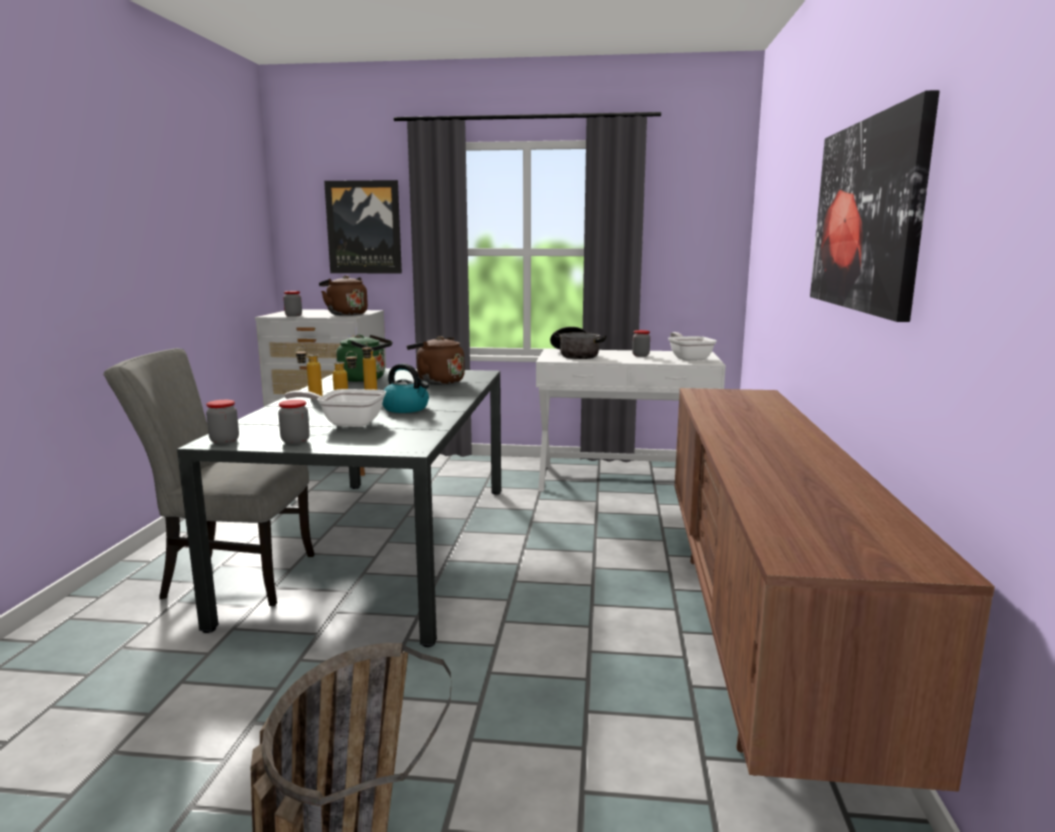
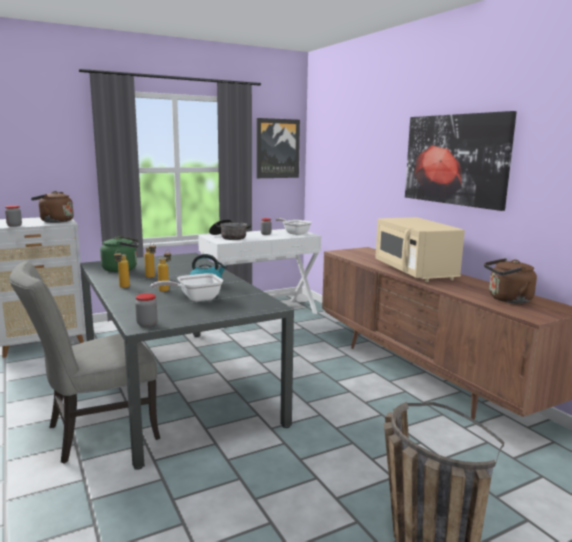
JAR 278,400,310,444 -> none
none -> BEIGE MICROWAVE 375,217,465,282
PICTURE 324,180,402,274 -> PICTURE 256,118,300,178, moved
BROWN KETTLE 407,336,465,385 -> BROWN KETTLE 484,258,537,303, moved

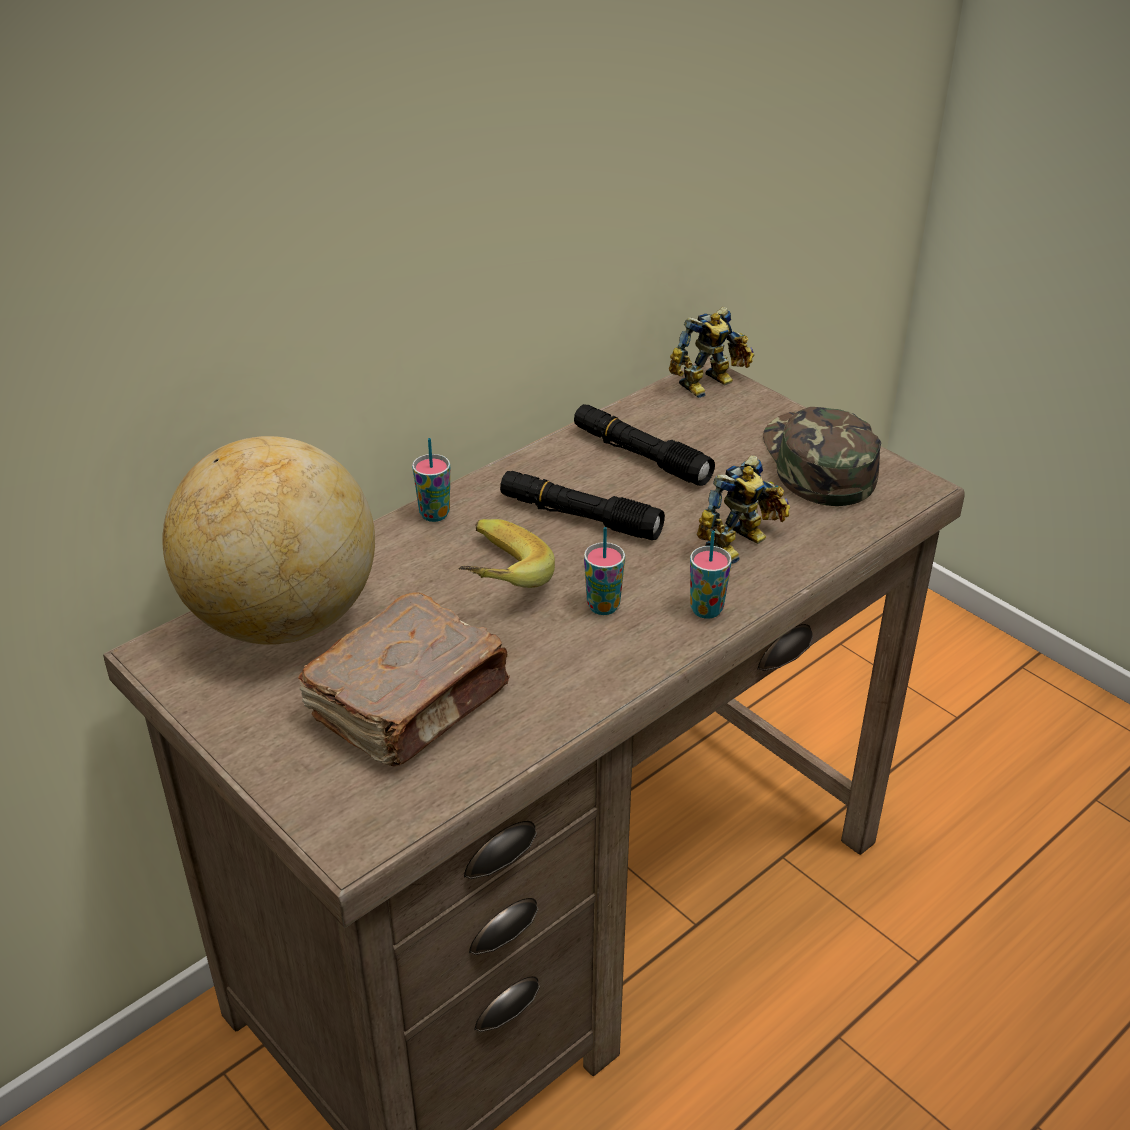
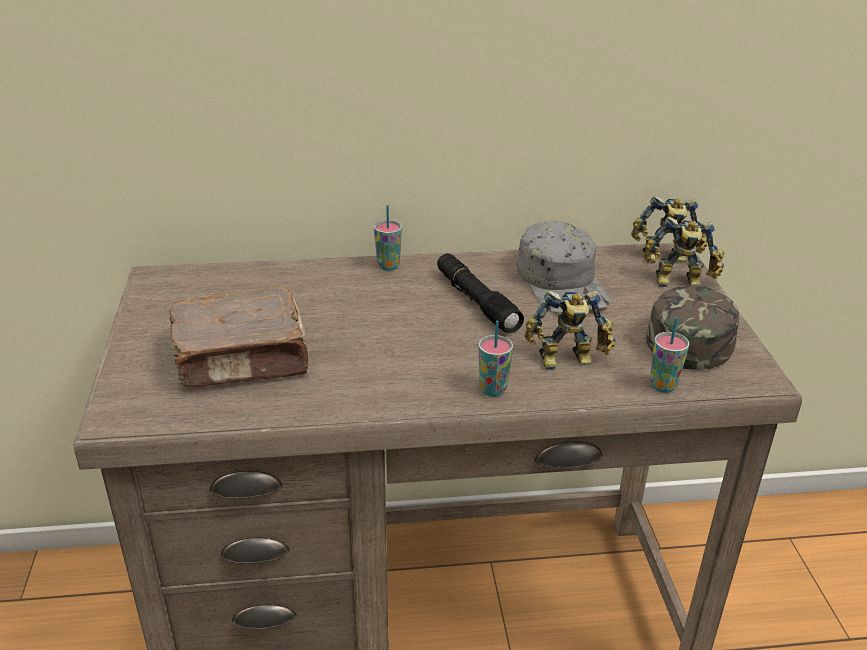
GLOBE 163,436,375,645 -> none
BANANA 459,519,555,588 -> none
none -> TOY ROBOT 644,217,724,287
CUP 584,527,625,615 -> CUP 650,317,689,393, moved
BLACK FLASHLIGHT 574,404,715,486 -> GREY CAP 517,221,610,313

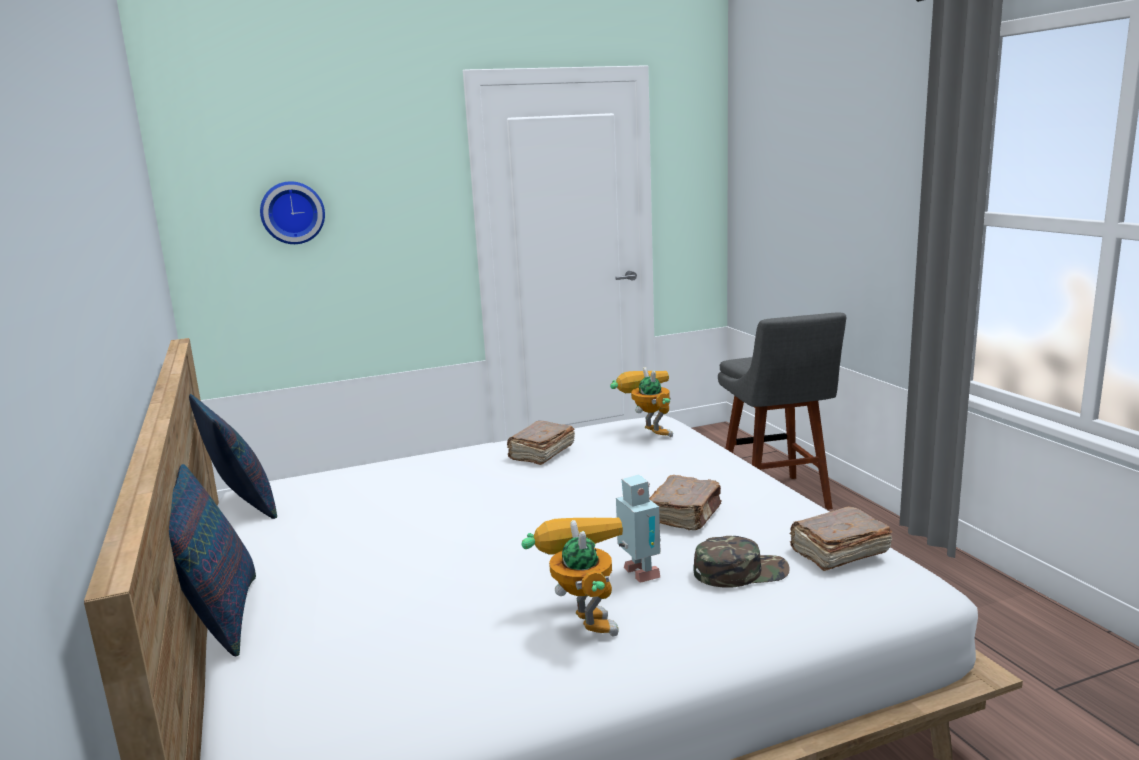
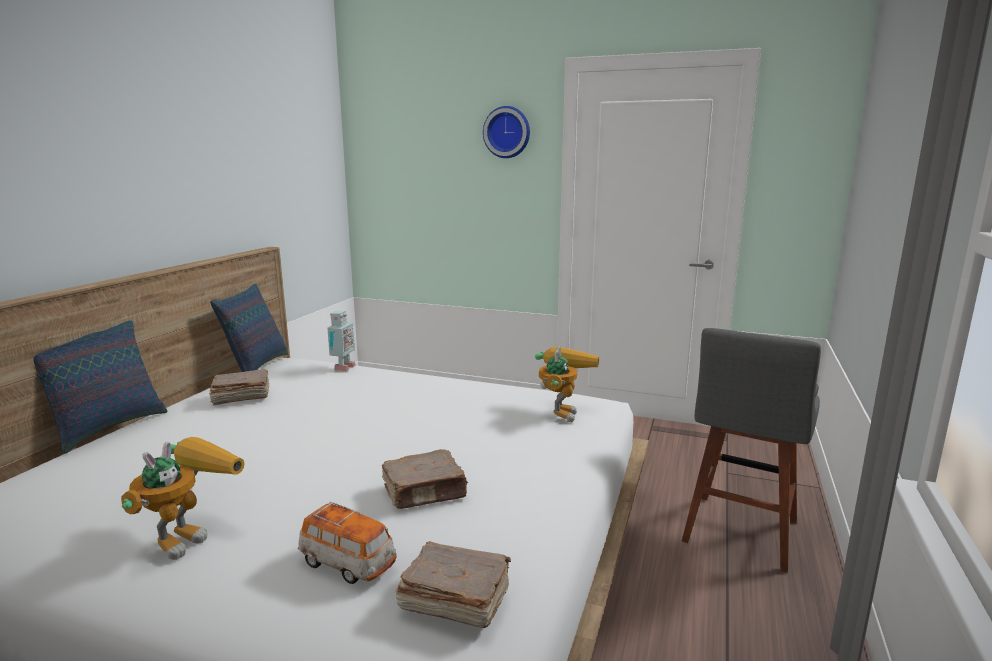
WALL CLOCK 260,181,325,244 -> WALL CLOCK 483,106,530,158, moved
BROWN BOOK 507,421,575,465 -> BROWN BOOK 209,369,269,405, moved
TOY ROBOT 616,475,661,583 -> TOY ROBOT 327,311,356,371, moved
GREEN CAP 693,536,789,588 -> TOY CAR 298,502,397,584

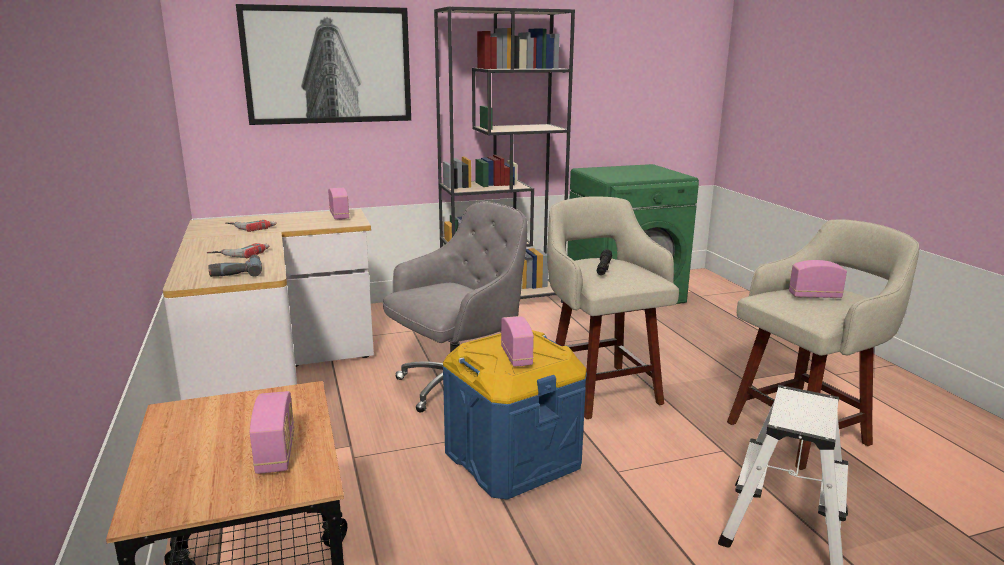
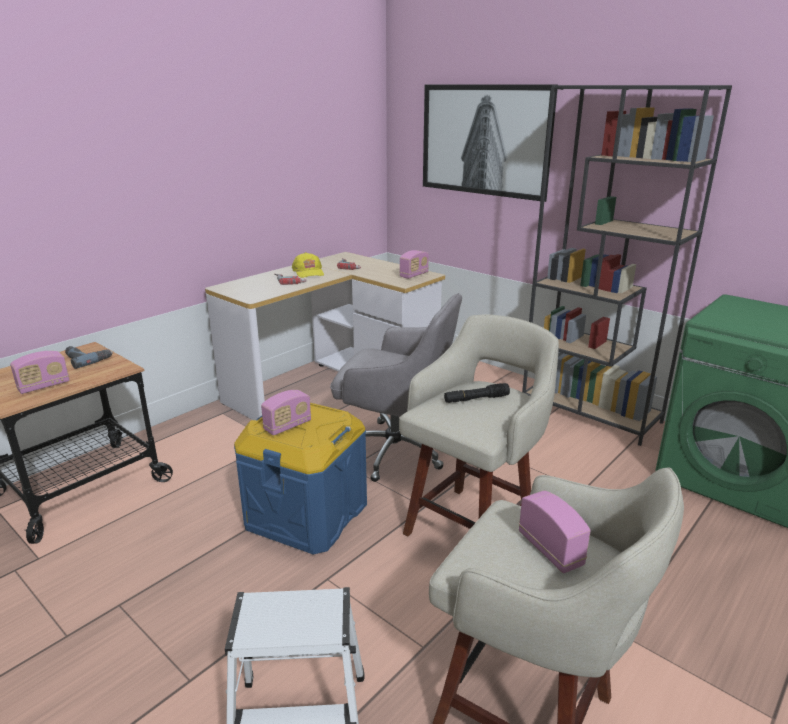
none -> YELLOW CAP 292,252,324,278
POWER DRILL 209,255,262,277 -> POWER DRILL 65,346,113,369, moved

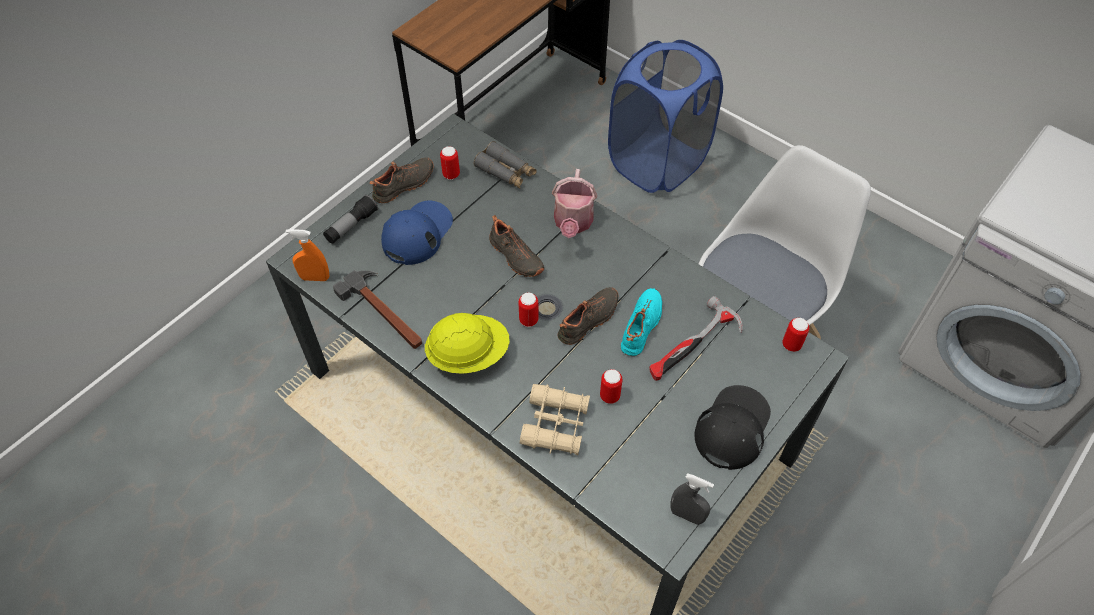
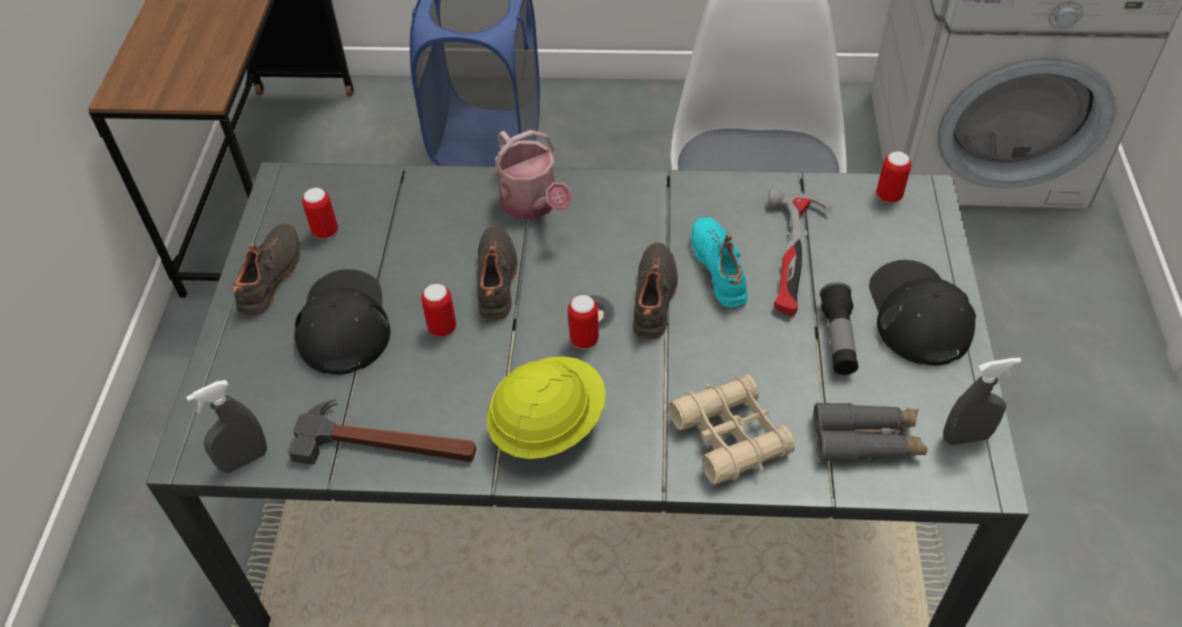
FLASHLIGHT 323,195,378,244 -> FLASHLIGHT 820,282,858,375, moved
GREY BINOCULARS 473,141,537,188 -> GREY BINOCULARS 814,402,928,462, moved
CAN 600,369,622,404 -> CAN 421,284,456,337, moved
ORANGE SPRAY BOTTLE 286,229,329,281 -> GREY SPRAY BOTTLE 186,380,267,473
BLUE CAP 381,201,453,265 -> BLACK CAP 294,269,390,375
BLACK SHOE 489,215,544,277 -> BLACK SHOE 477,226,518,320, 105 degrees counterclockwise

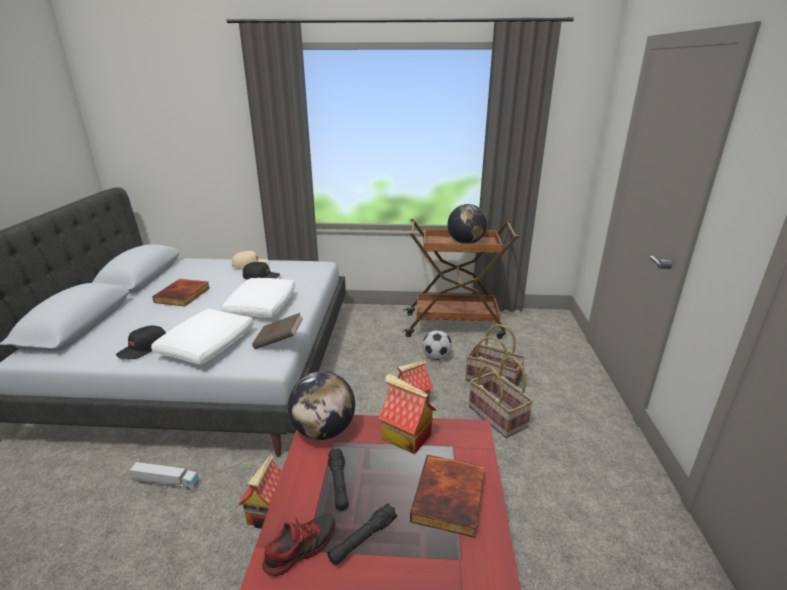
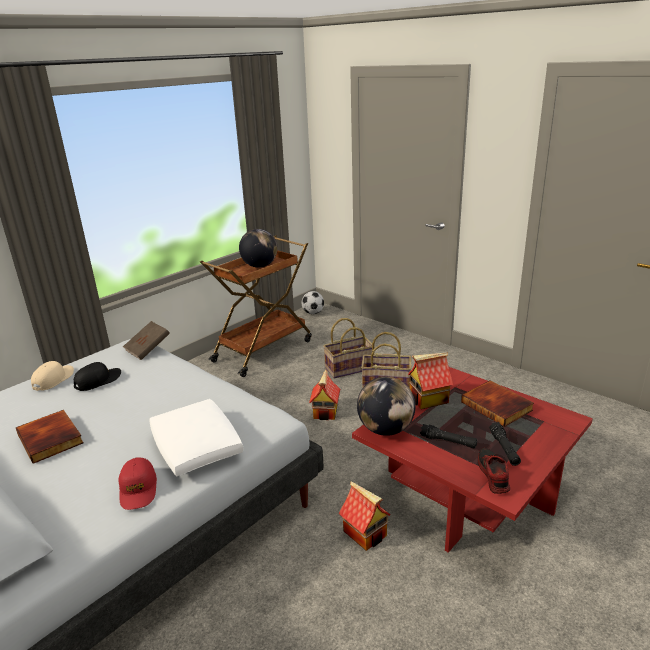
TOY TRUCK 129,462,200,491 -> none
WHITE PILLOW 222,278,295,317 -> none
BROWN BOOK 252,313,303,349 -> BROWN BOOK 123,321,170,360, moved
FOOTBALL 423,330,452,360 -> FOOTBALL 301,291,324,314, moved
BLACK CAP 116,325,166,359 -> RED CAP 118,458,157,510

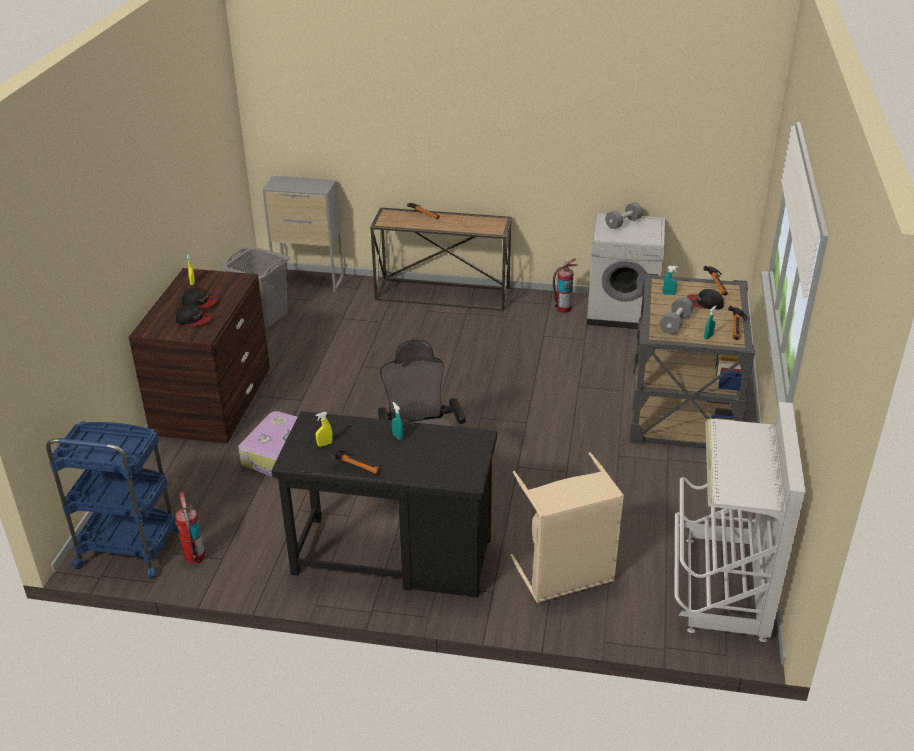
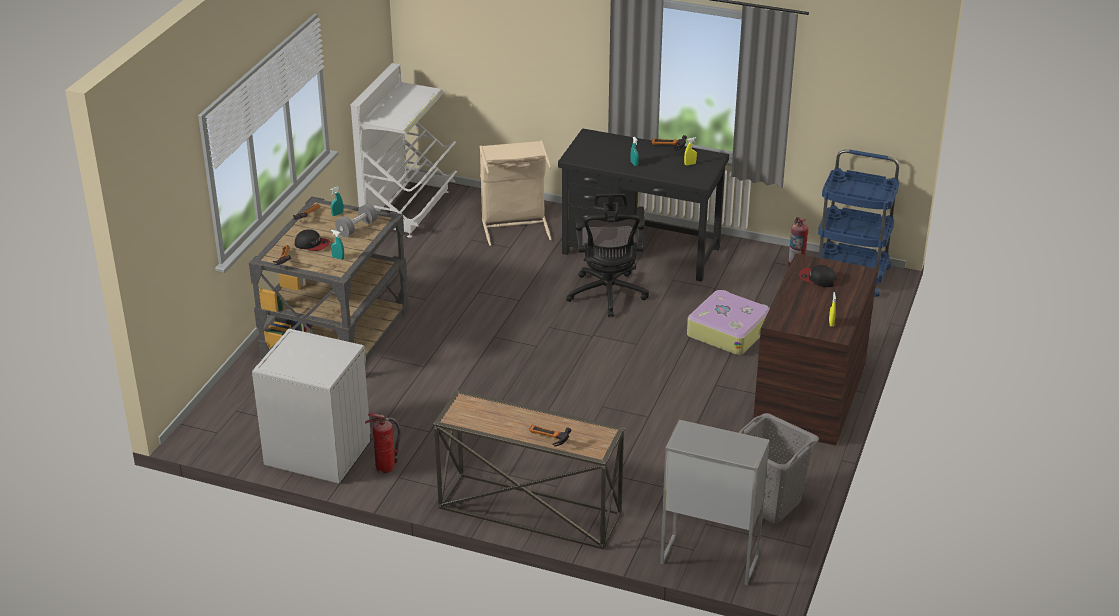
CAP 182,287,219,308 -> none
GREY DUMBBELL 605,202,643,229 -> none

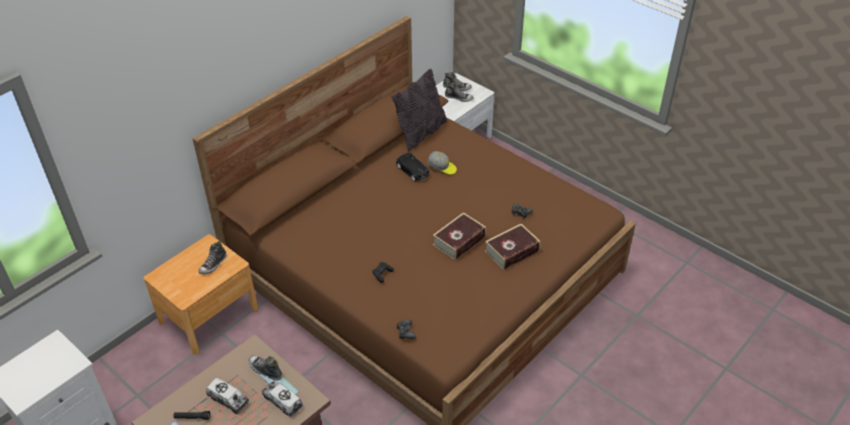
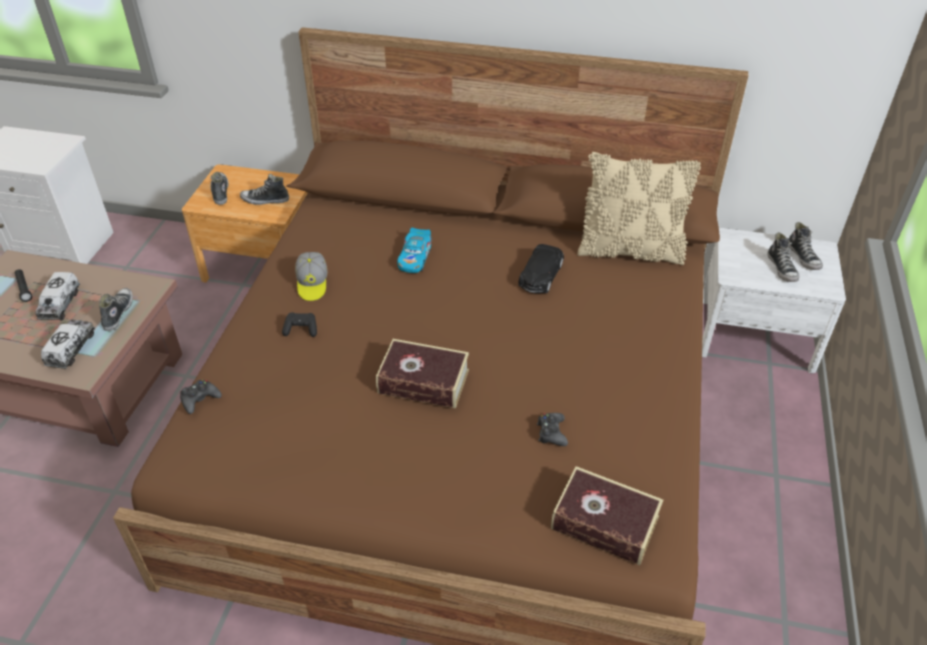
none -> SHOE 210,172,228,205
none -> TOY CAR 397,227,432,273
CAP 427,151,457,175 -> CAP 295,252,327,301, moved
BOOK 485,224,540,270 -> BOOK 551,466,663,565, moved
BLACK PILLOW 392,69,447,152 -> BEIGE PILLOW 577,152,701,265

